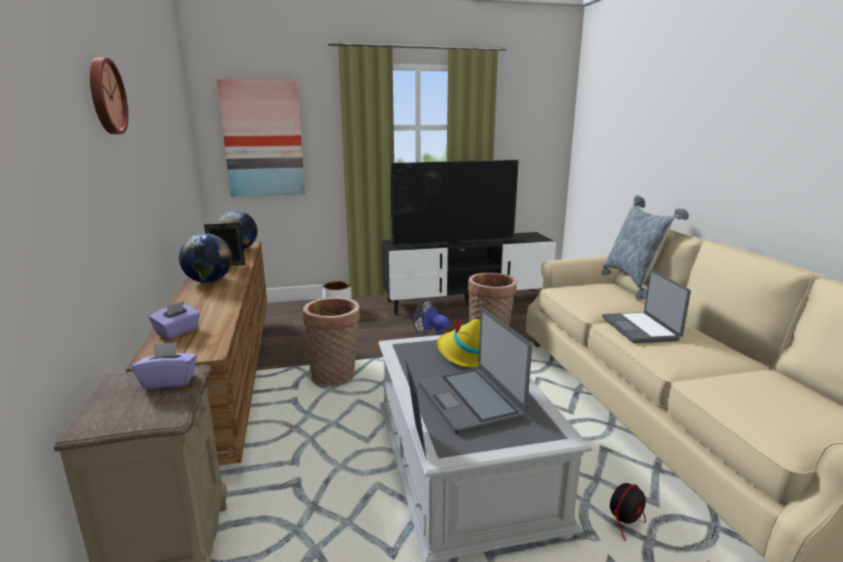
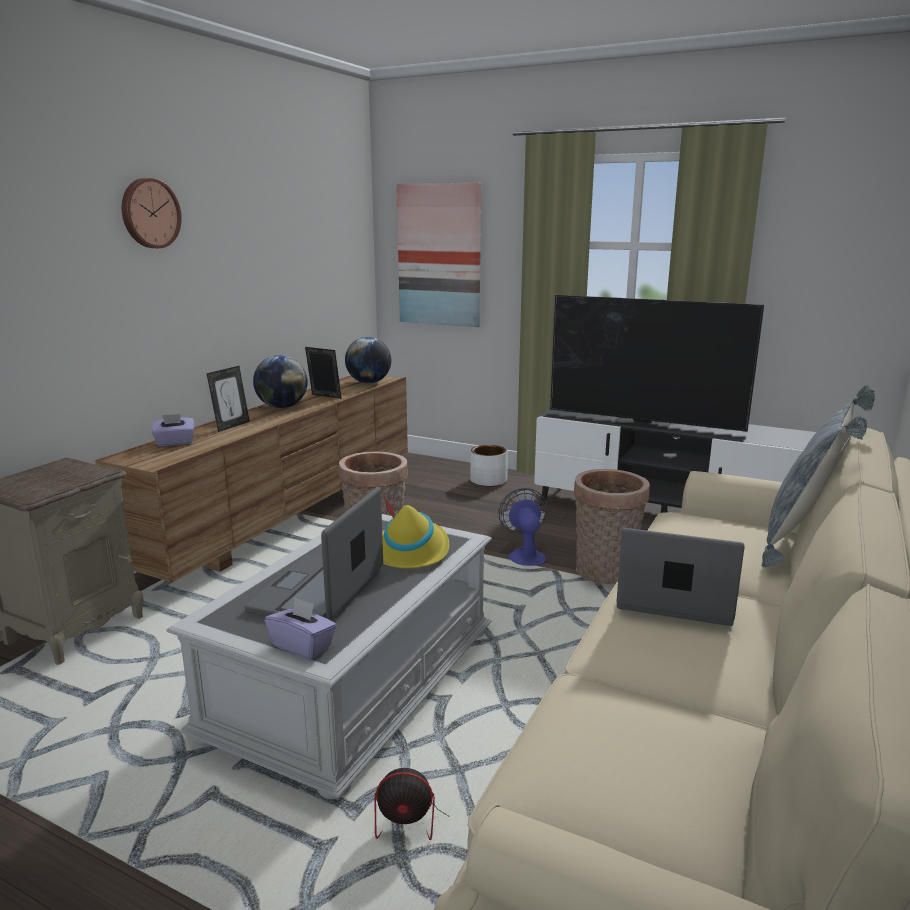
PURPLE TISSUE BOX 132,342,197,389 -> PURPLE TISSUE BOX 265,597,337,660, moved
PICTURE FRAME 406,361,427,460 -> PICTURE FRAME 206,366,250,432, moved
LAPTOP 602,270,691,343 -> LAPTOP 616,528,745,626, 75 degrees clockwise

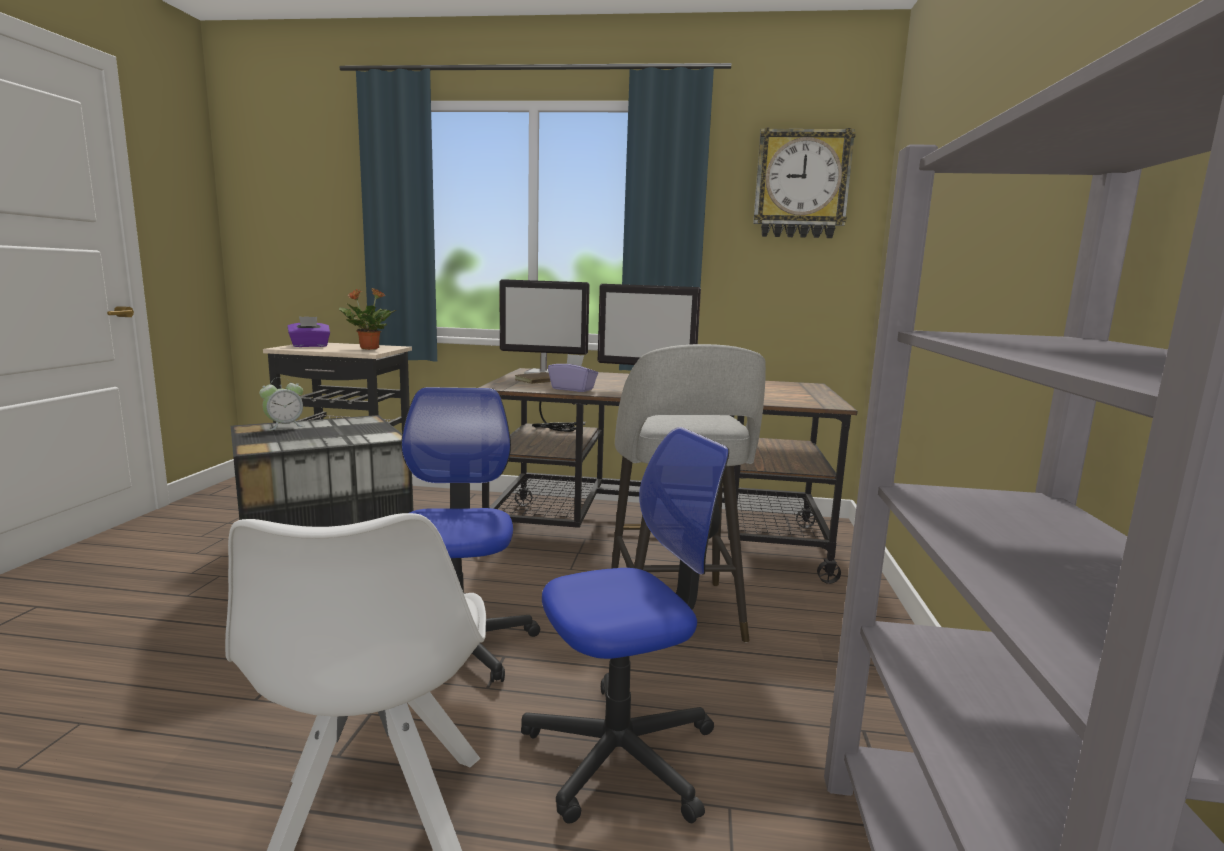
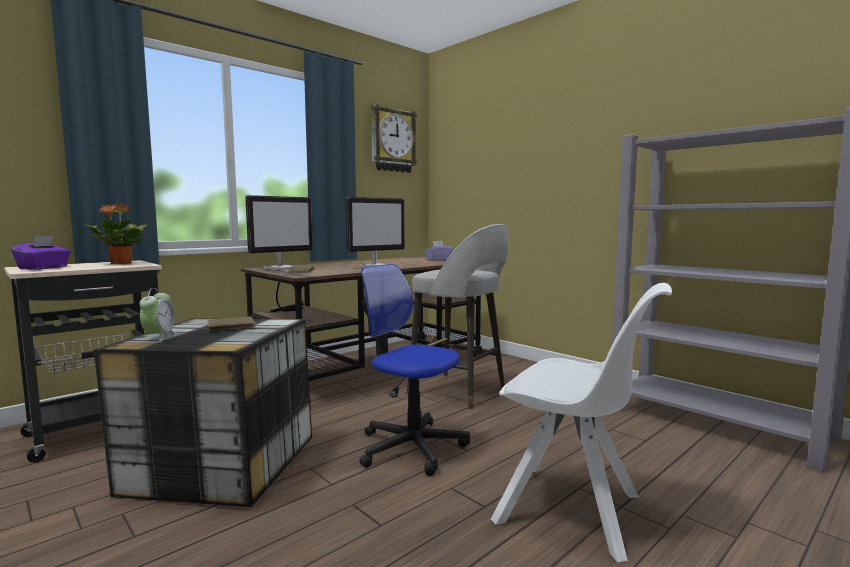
OFFICE CHAIR 521,427,729,824 -> none
none -> BROWN BOOK 208,316,256,331
PURPLE TISSUE BOX 548,354,598,392 -> PURPLE TISSUE BOX 425,241,453,261, moved

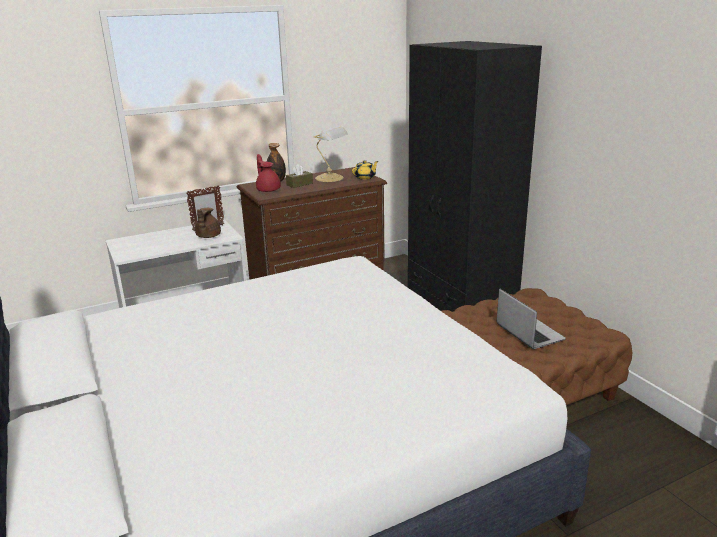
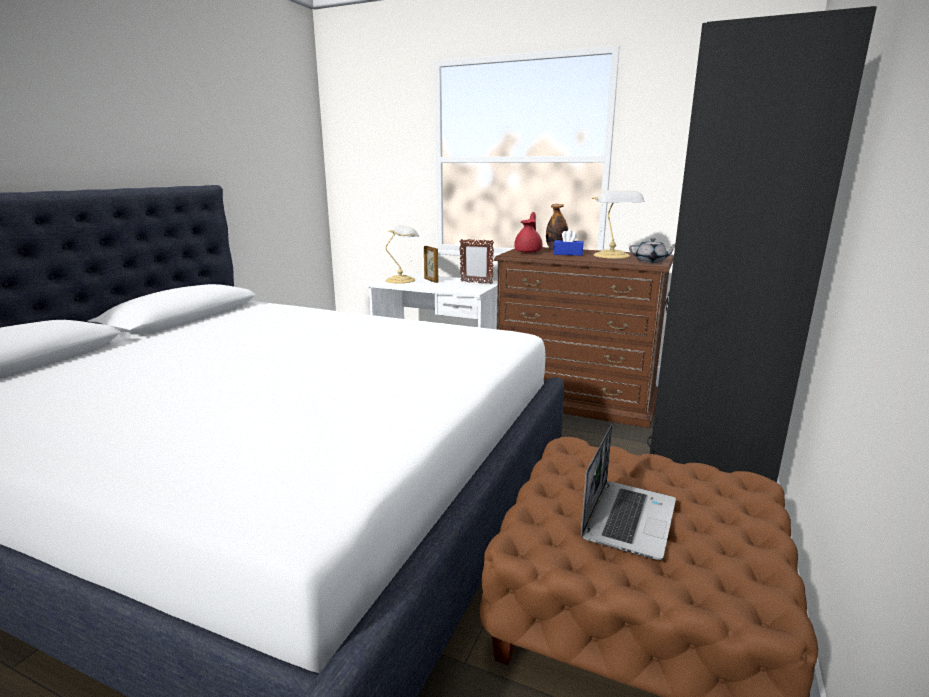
BROWN TEAPOT 195,208,221,238 -> none
none -> TABLE LAMP 385,225,419,283
none -> PICTURE FRAME 424,246,438,283
BROWN TISSUE BOX 286,164,313,188 -> BLUE TISSUE BOX 553,229,584,256
YELLOW TEAPOT 352,160,378,179 -> GREY TEAPOT 629,238,675,263

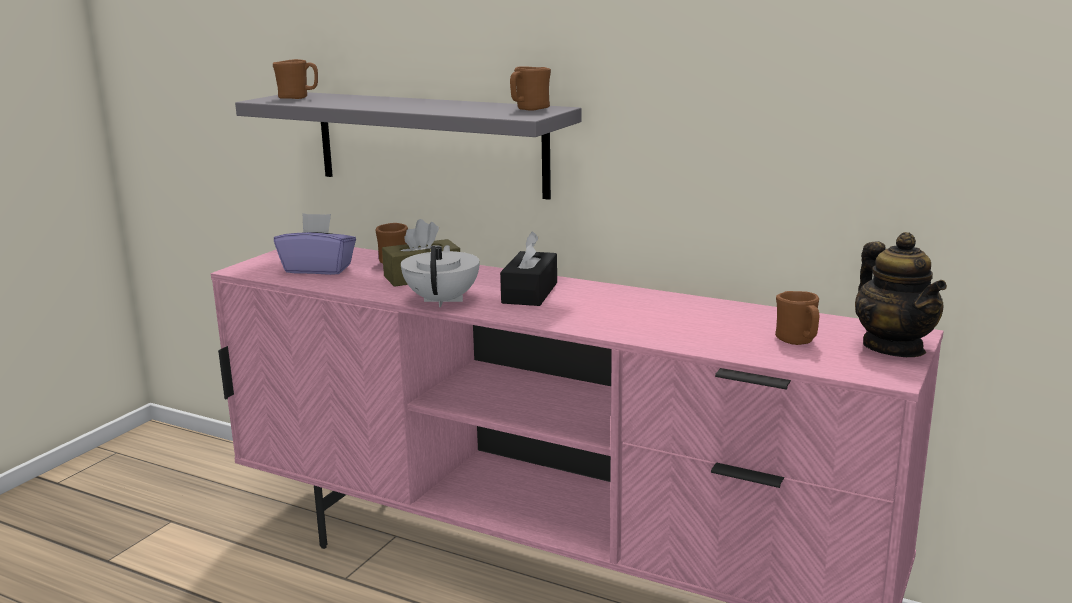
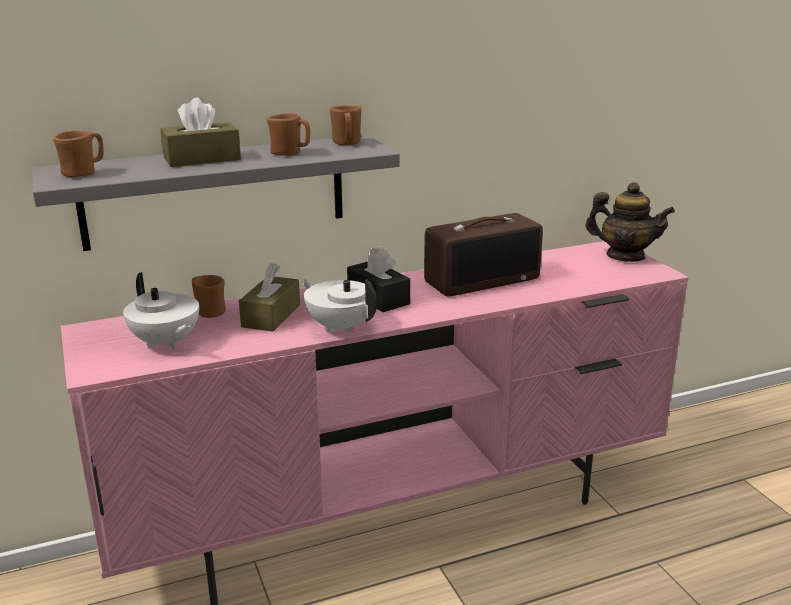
none -> BROWN TISSUE BOX 161,98,241,167
none -> RADIO 424,213,543,296
BROWN MUG 775,291,819,345 -> BROWN MUG 267,113,310,156, moved
PURPLE TISSUE BOX 274,213,356,275 -> WHITE TEAPOT 123,272,199,350

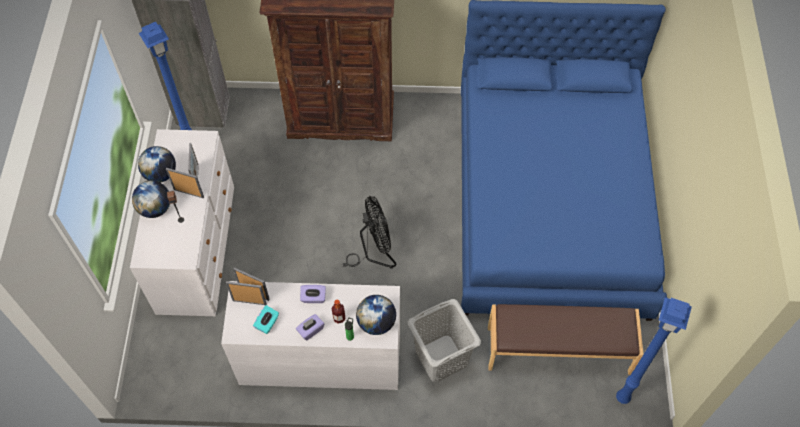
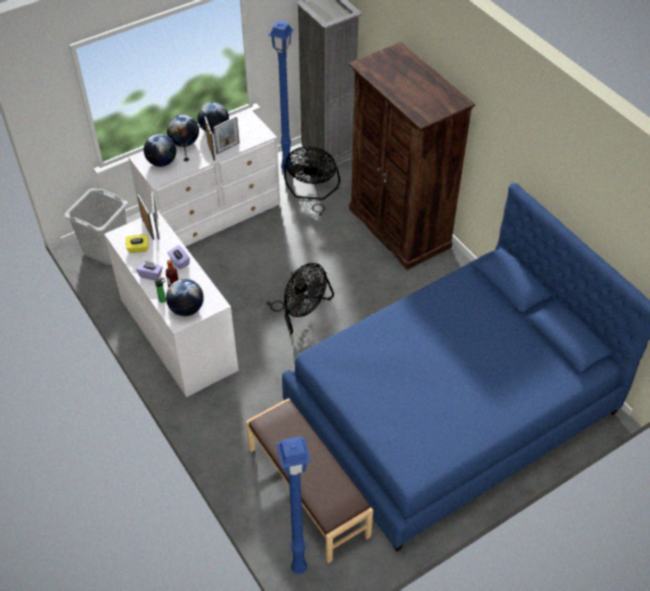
none -> GLOBE 144,134,176,167
none -> BLACK FAN 283,146,340,215
GREY LAUNDRY BASKET 408,299,481,382 -> GREY LAUNDRY BASKET 64,188,128,265, moved
TURQUOISE TISSUE BOX 253,305,279,334 -> YELLOW TISSUE BOX 126,235,148,253

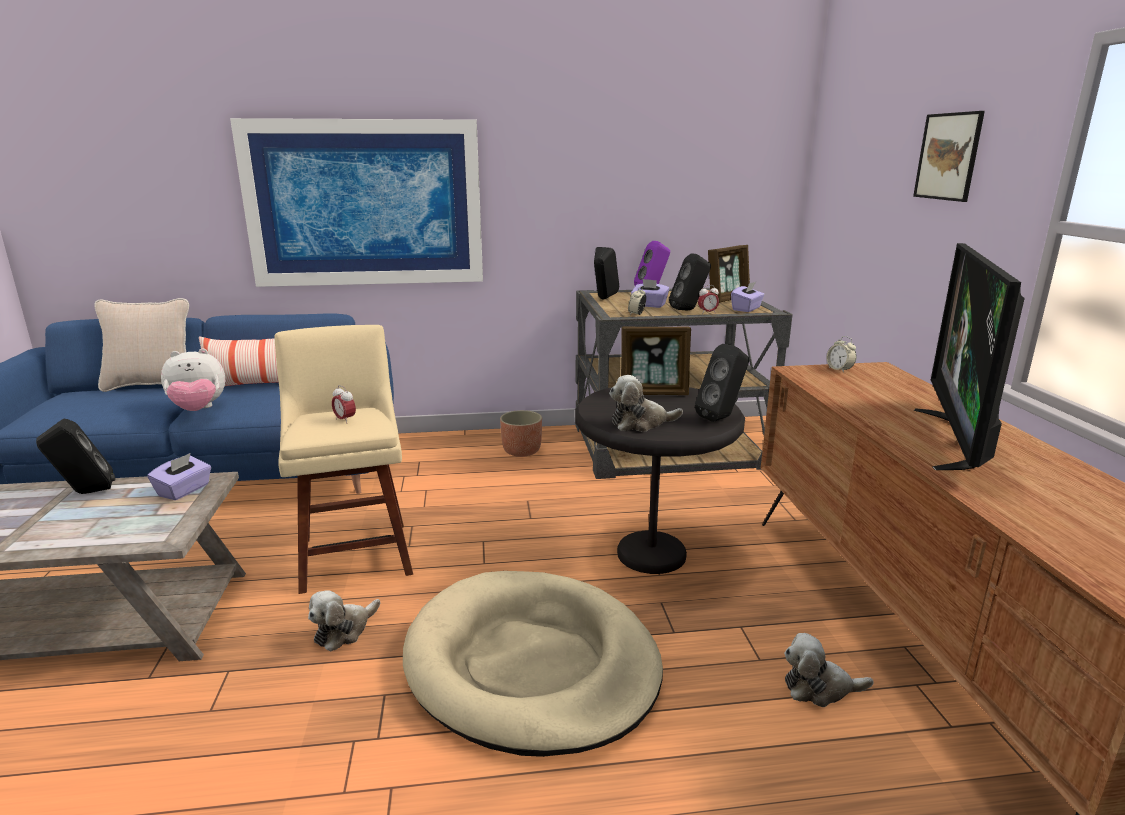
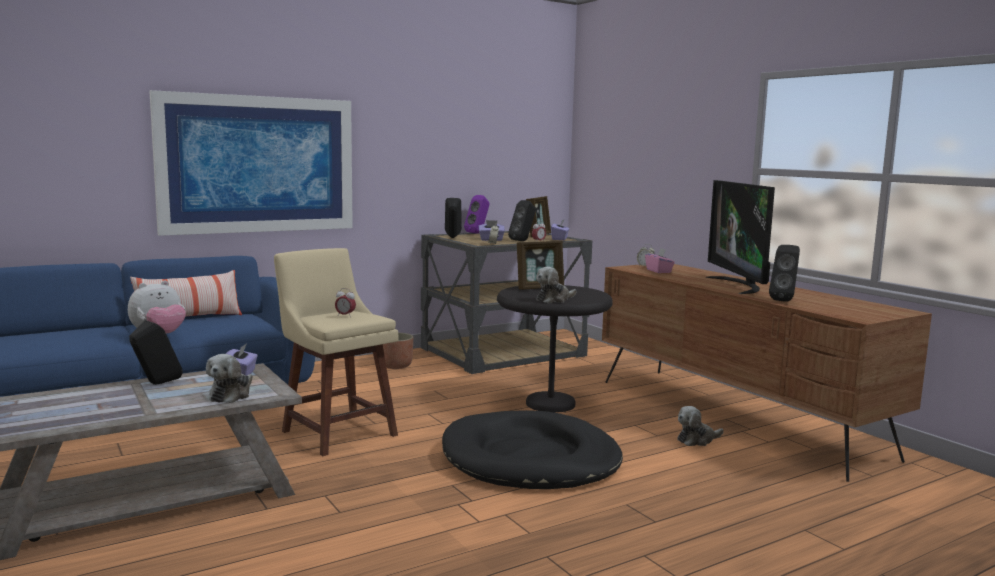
BEIGE PILLOW 94,298,189,392 -> none
PICTURE 913,111,985,202 -> none
none -> PINK TISSUE BOX 645,248,675,273
PLUSH TOY 308,591,380,651 -> PLUSH TOY 206,354,253,403, moved
BLACK SPEAKER 695,344,749,422 -> BLACK SPEAKER 769,245,800,302, moved
BEIGE DOG BED 403,571,663,757 -> BLACK DOG BED 442,410,623,489

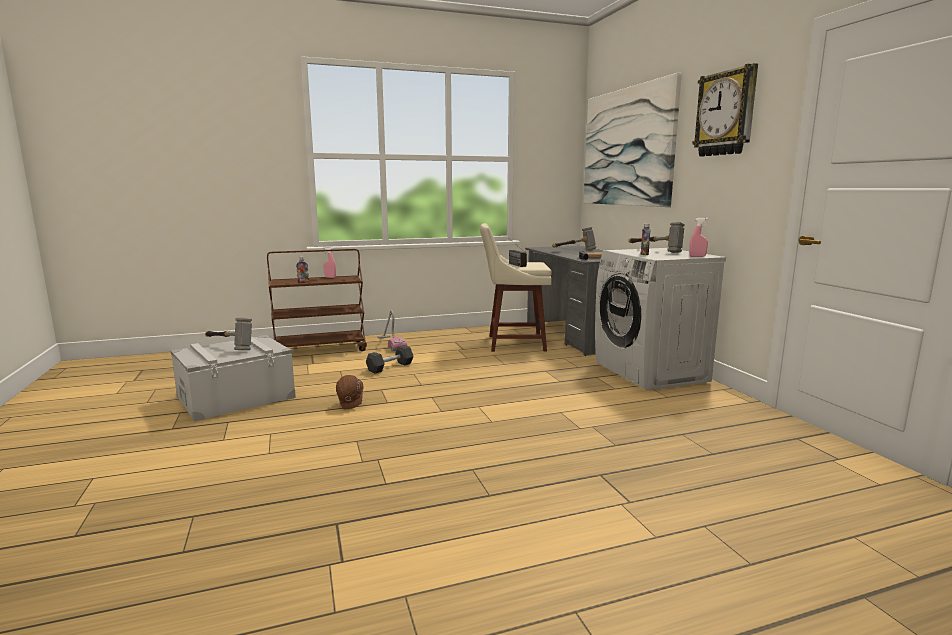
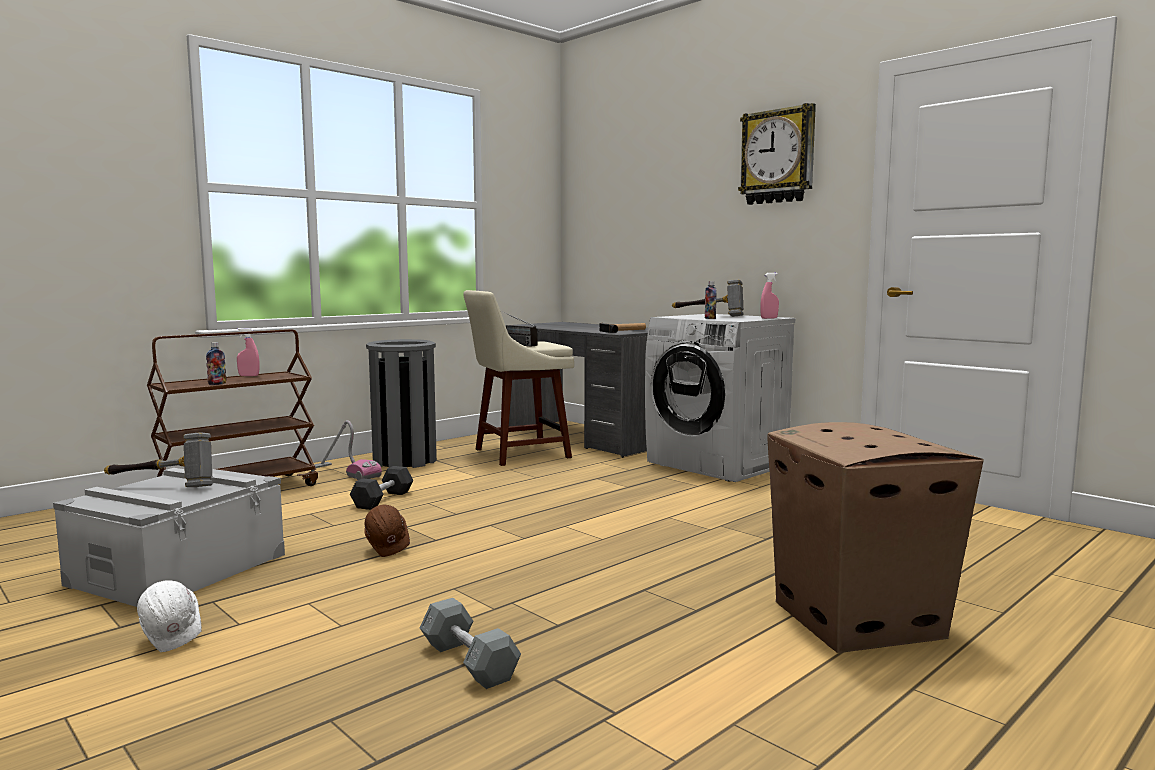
HAMMER 552,227,597,250 -> none
PICTURE 584,73,682,207 -> none
none -> WHITE HARD HAT 137,580,202,652
none -> GREY TRASH CAN 366,339,437,468
none -> GREY DUMBBELL 420,598,521,689
none -> CARDBOARD BOX 767,422,984,653

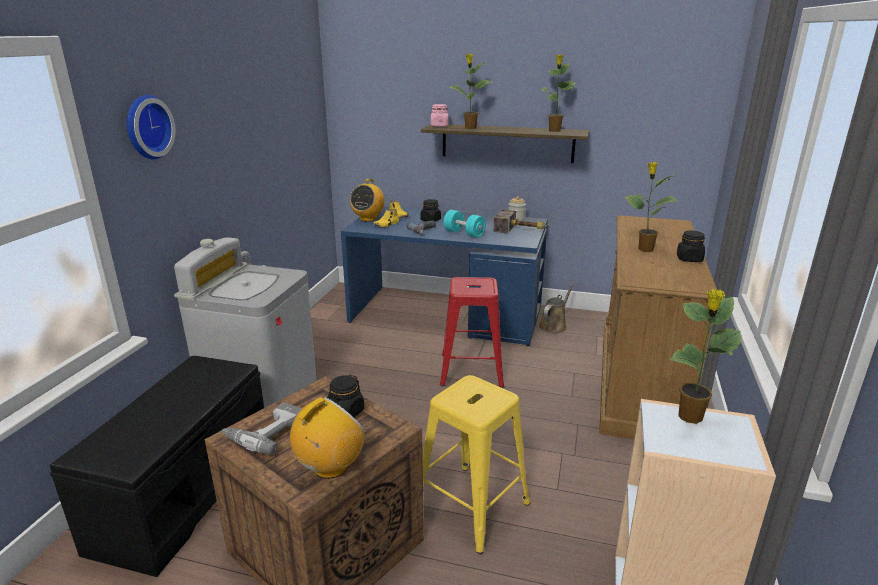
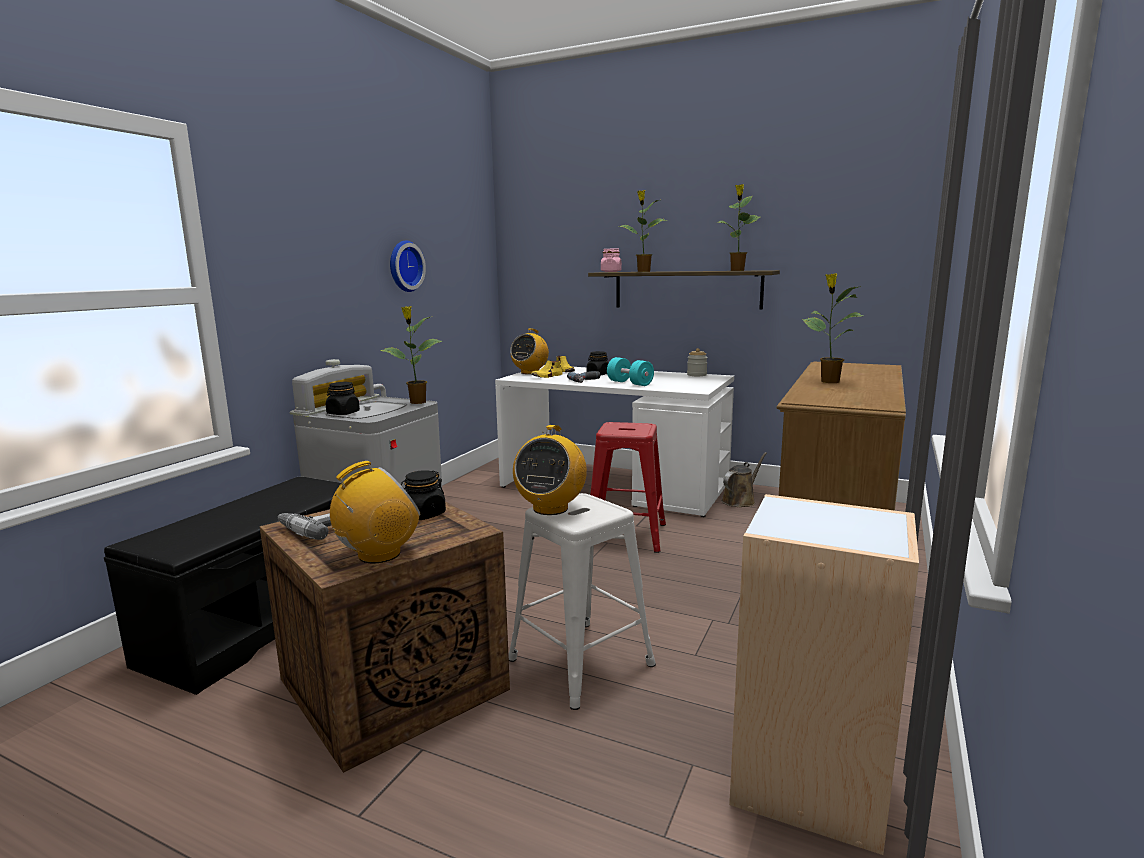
HAMMER 493,209,547,233 -> none
none -> RADIO 513,425,587,515
WALL CLOCK 127,95,176,159 -> WALL CLOCK 390,240,426,292, moved
POTTED PLANT 669,289,742,424 -> POTTED PLANT 380,306,442,404, moved
BLACK JAR 677,230,705,262 -> BLACK JAR 326,382,360,415, moved
BLUE DESK 341,206,548,346 -> WHITE DESK 495,365,734,517
YELLOW STOOL 423,375,531,554 -> WHITE STOOL 508,493,656,710

